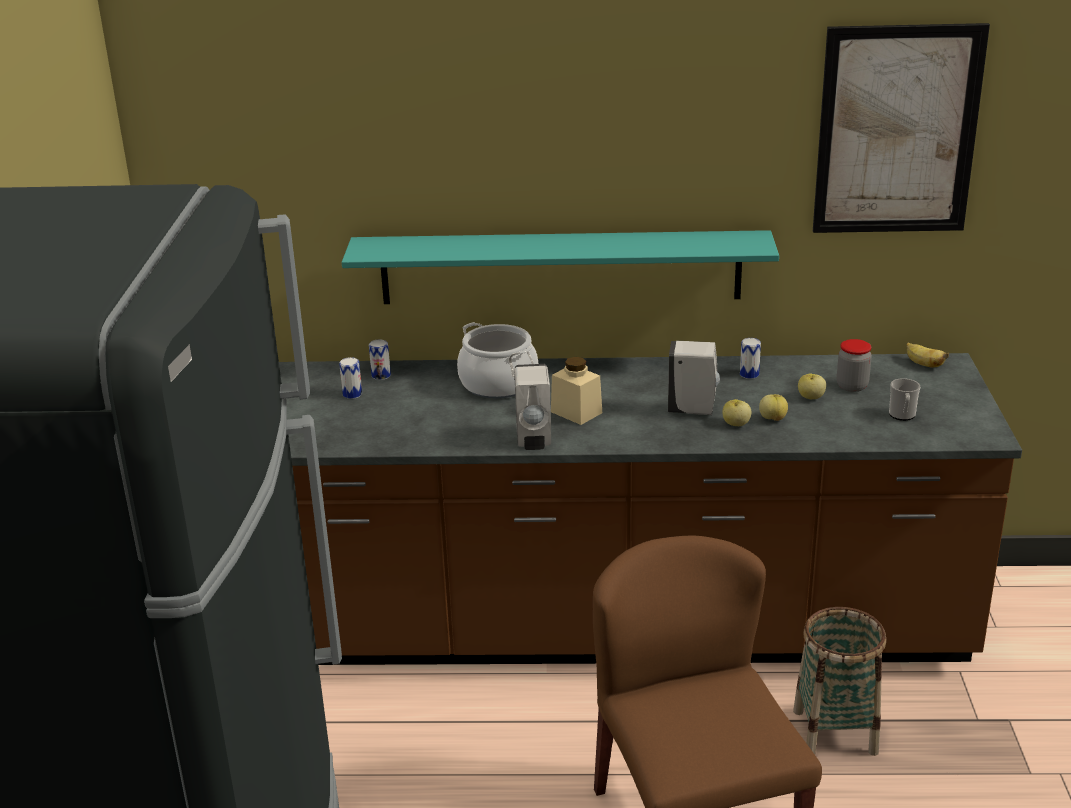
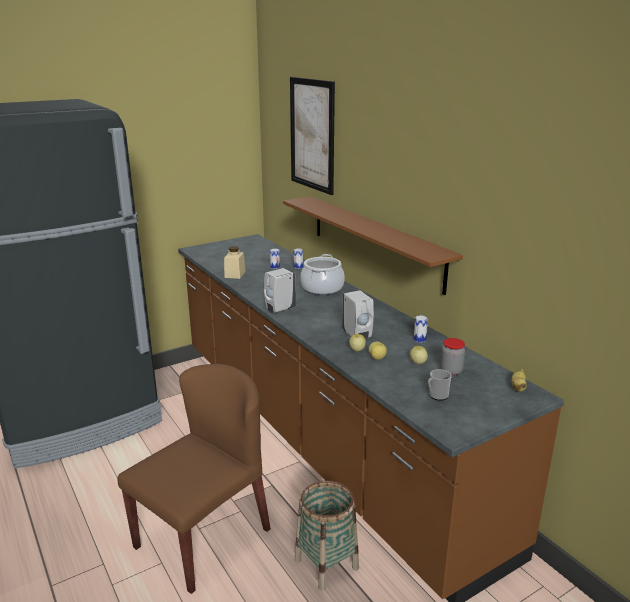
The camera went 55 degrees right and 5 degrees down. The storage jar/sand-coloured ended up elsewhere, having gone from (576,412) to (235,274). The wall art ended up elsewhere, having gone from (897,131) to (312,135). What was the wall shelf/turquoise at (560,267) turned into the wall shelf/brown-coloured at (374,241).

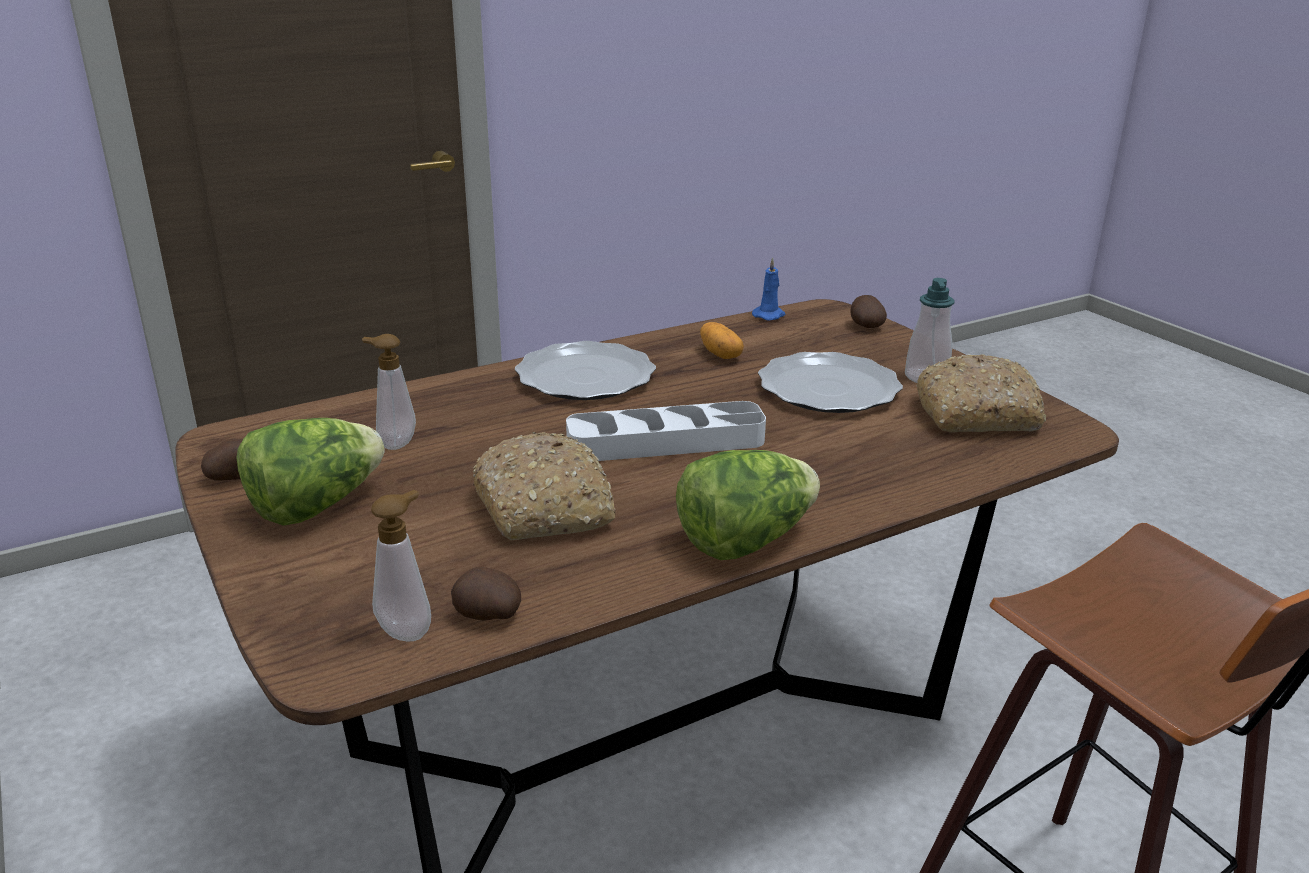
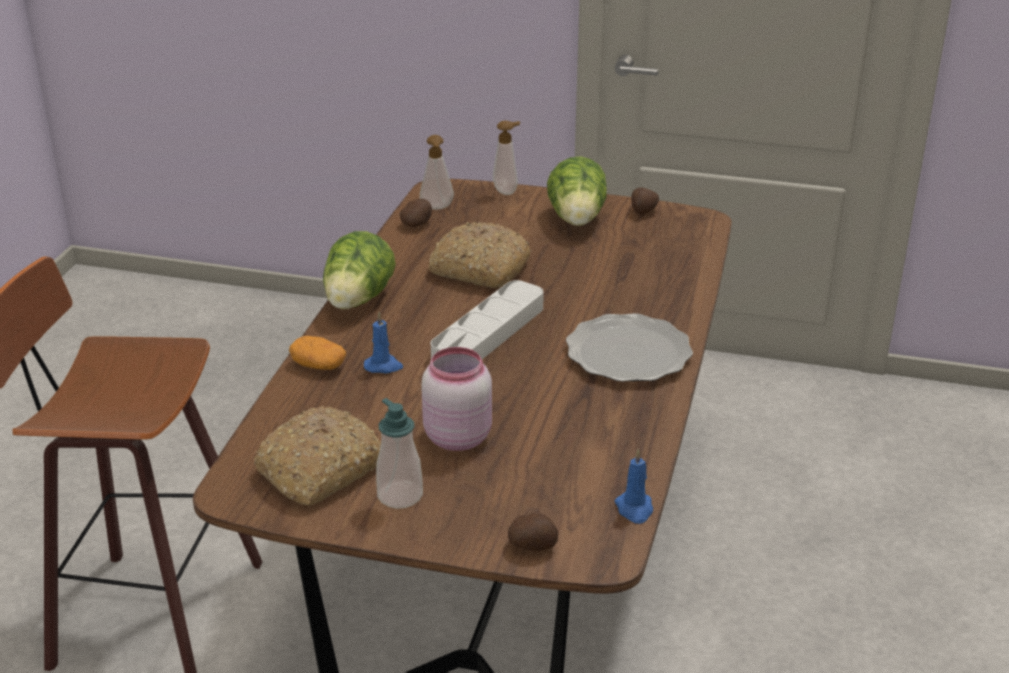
The camera went 135 degrees right and 5 degrees up. The second view gained the candle/blue at (383,366). The soap bottle ended up elsewhere, having gone from (394,443) to (507,191). The spud ended up elsewhere, having gone from (721,354) to (318,366). Where the dinner plate stood at (828,389), the storage jar/pink-coloured came to stand at (456,436).

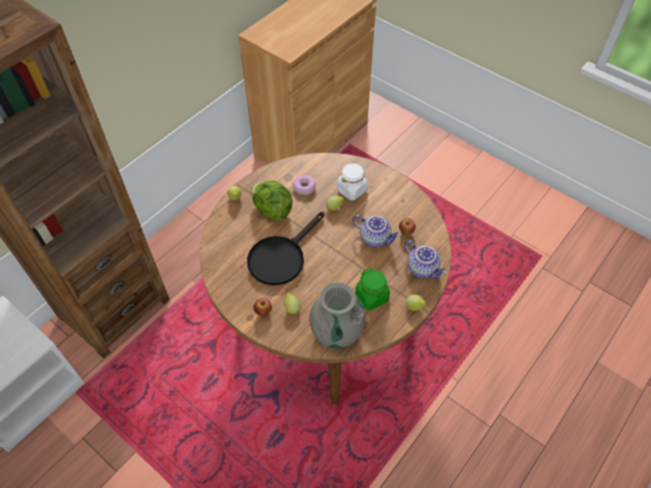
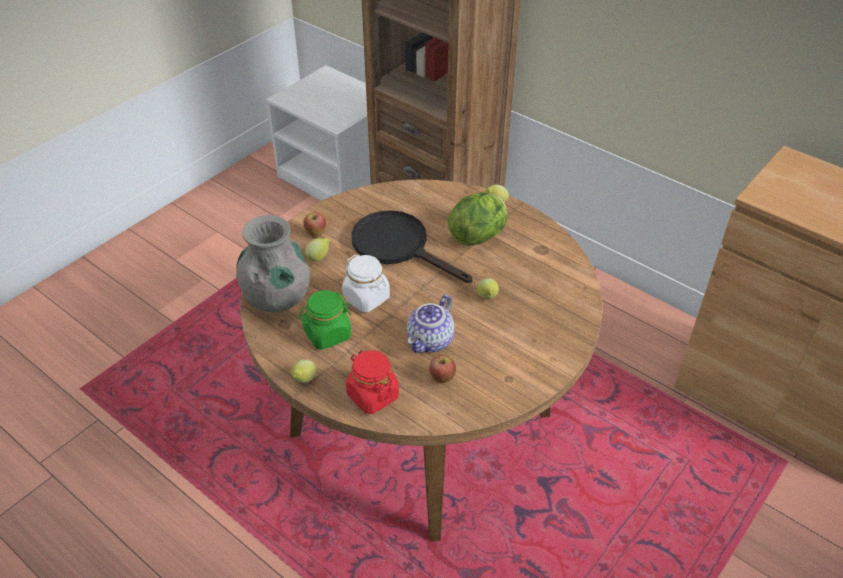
The camera went 90 degrees right and 10 degrees down. The second view lost the doughnut at (304,187). The storage jar/white ended up elsewhere, having gone from (351,190) to (366,298). Where the teapot stood at (423,268), the storage jar/red came to stand at (372,395).

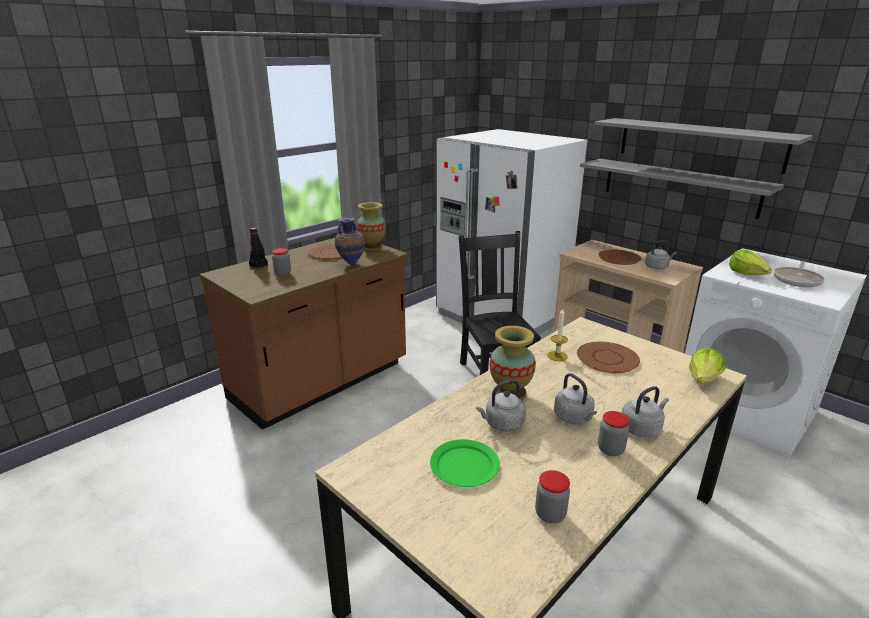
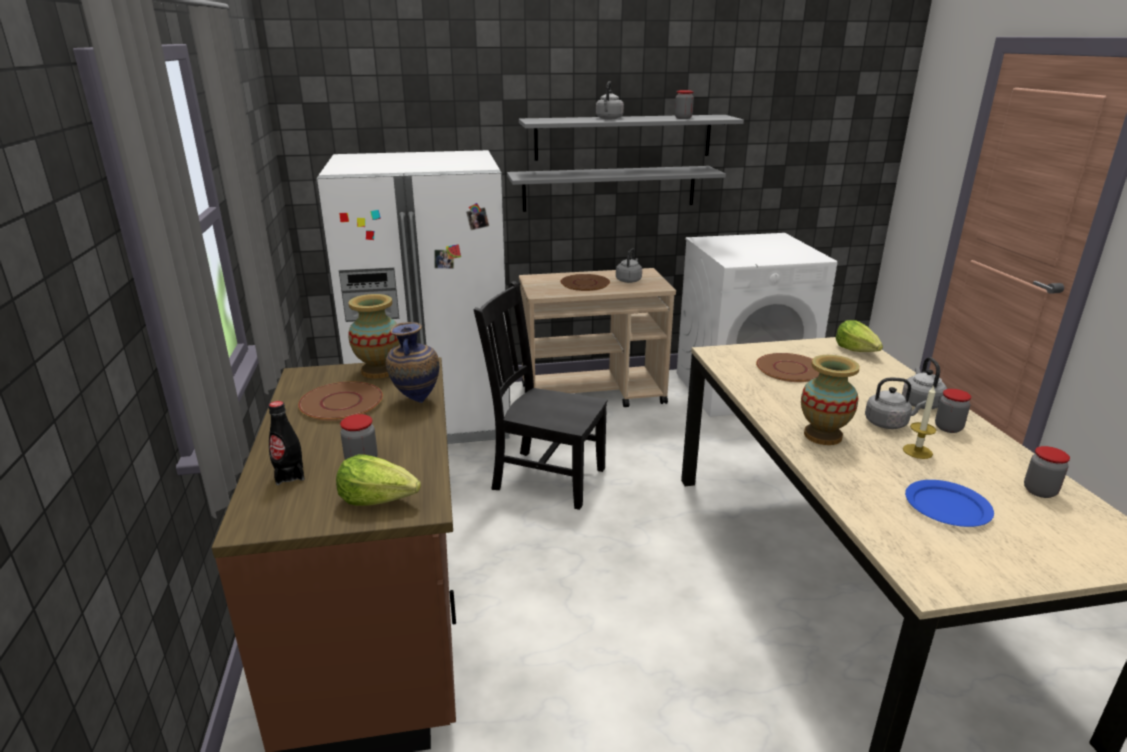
The camera went 55 degrees left and 0 degrees up. The second view lost the frying pan at (797,280). The second view gained the storage jar at (683,118). The tea kettle/grey ended up elsewhere, having gone from (502,424) to (609,118). The candle ended up elsewhere, having gone from (557,356) to (917,451). The head of lettuce ended up elsewhere, having gone from (747,274) to (378,499). What was the dinner plate/green-coloured at (464,465) turned into the dinner plate/blue at (946,506).

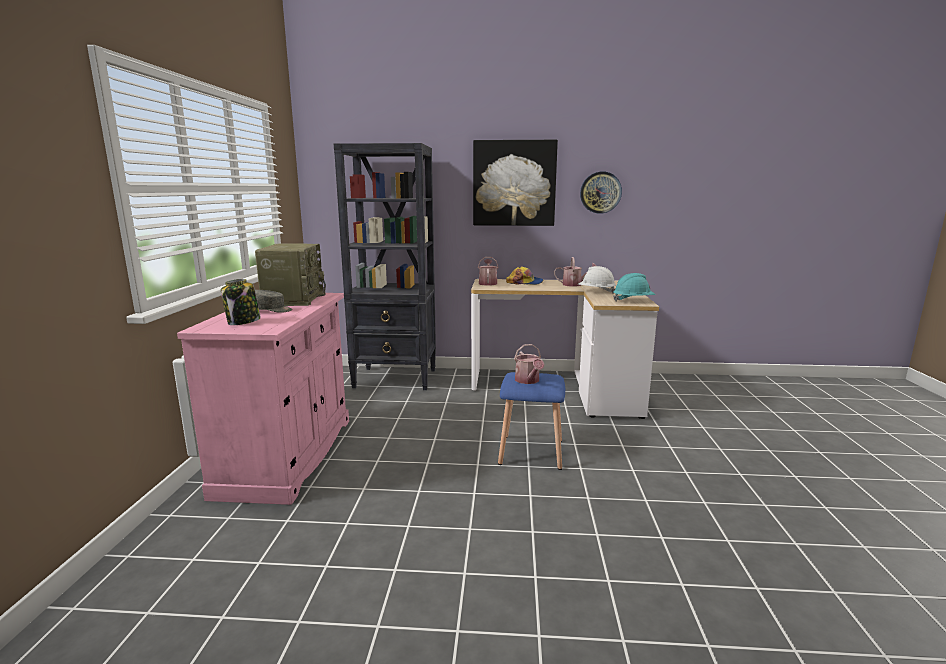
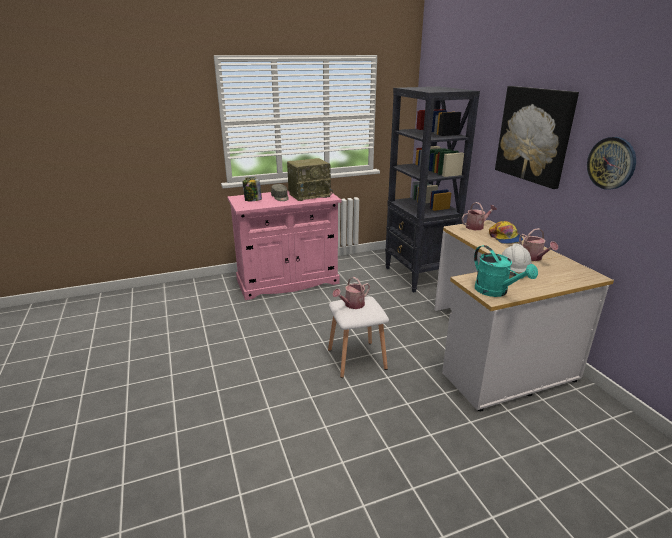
The camera went 65 degrees right and 10 degrees up. Where the work helmet/turquoise stood at (633,301), the watering pot/turquoise came to stand at (496,292). What was the sitting stool/blue at (529,452) turned into the sitting stool/white at (356,358).

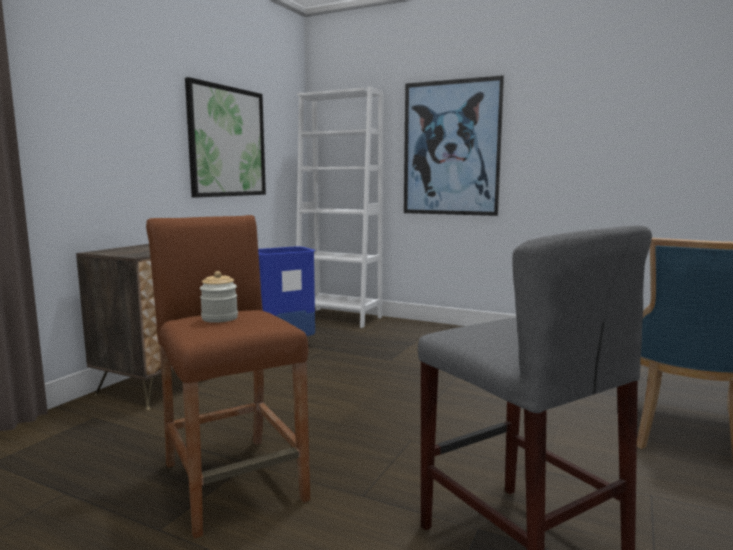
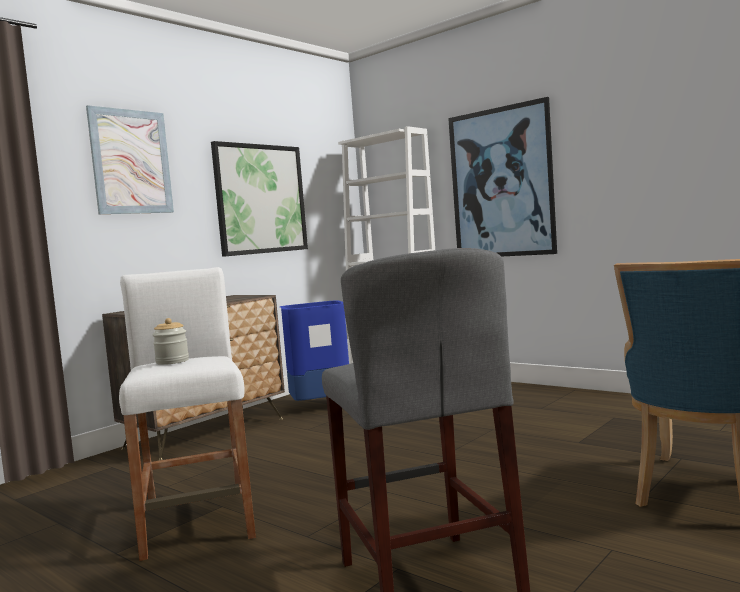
The camera went 15 degrees right and 5 degrees down. The second view gained the wall art at (131,162). What was the sitting stool/brown-coloured at (233,481) turned into the sitting stool/white at (198,520).

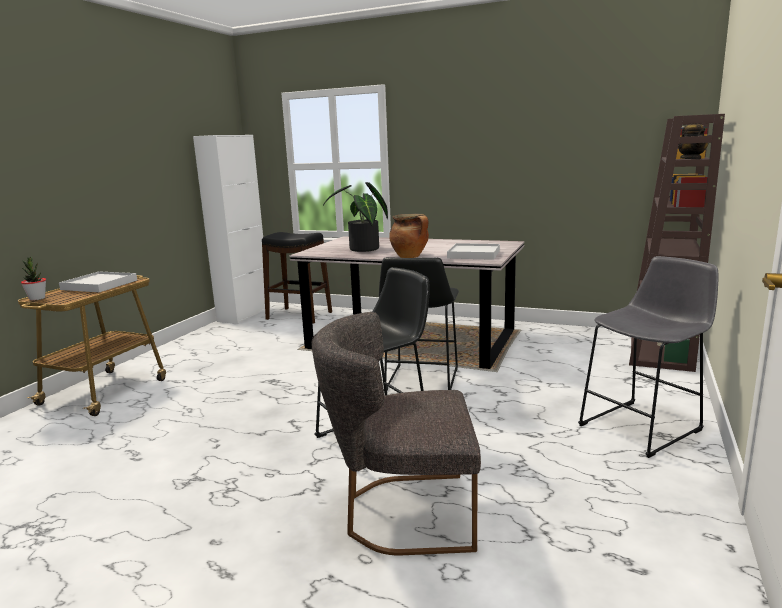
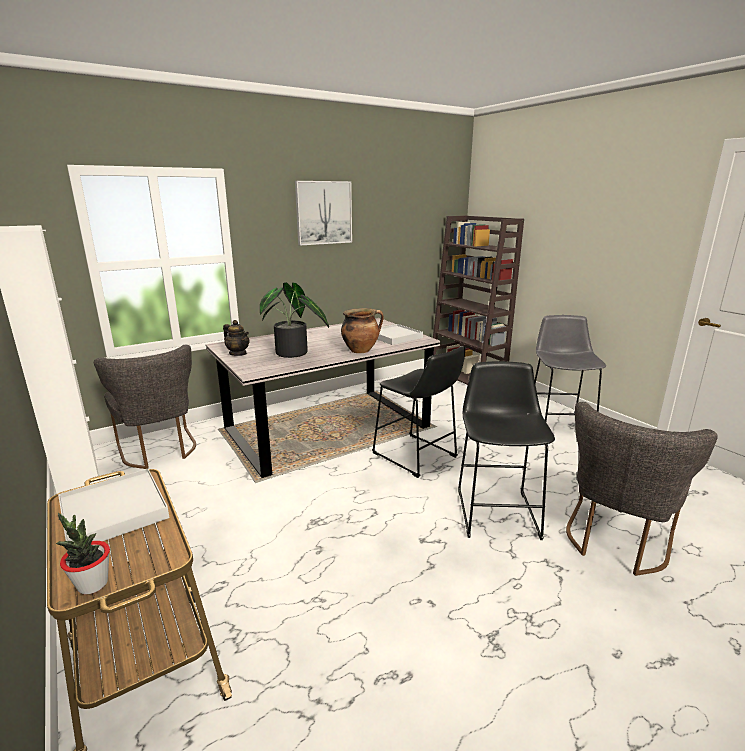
The camera went 55 degrees left and 5 degrees up. The second view gained the wall art at (323,213). The teapot ended up elsewhere, having gone from (691,159) to (238,353). Where the sitting stool/blackish stood at (299,315), the chair/grey came to stand at (159,451).

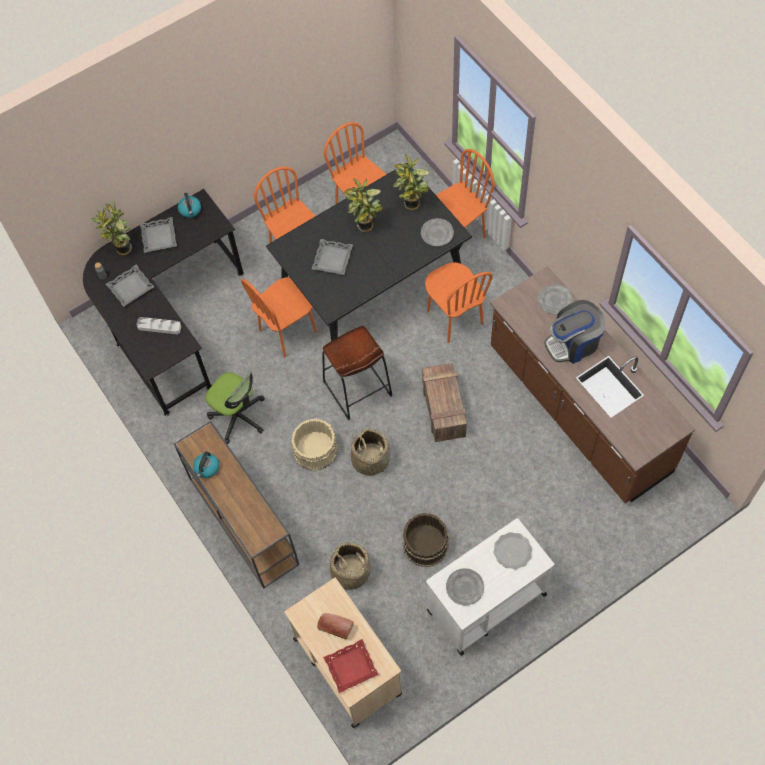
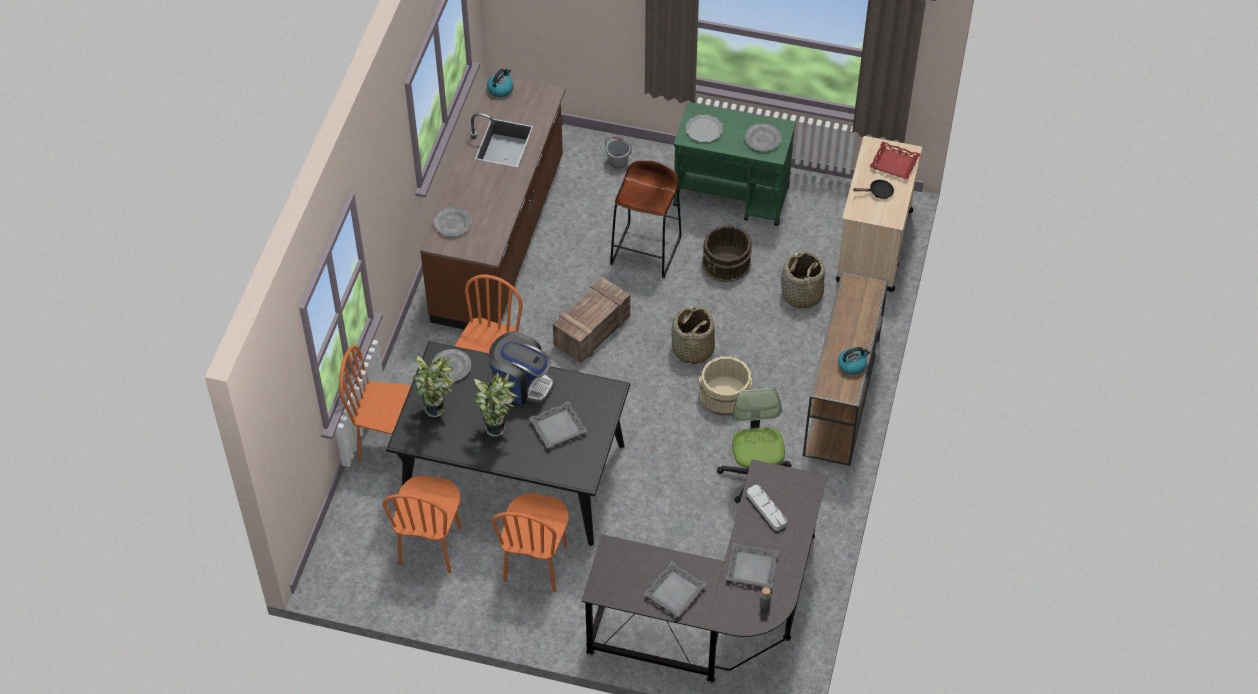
The camera went 135 degrees left and 10 degrees down. The second view lost the potted plant at (122,250). The second view lost the chair/orange at (288,331). The second view gained the water bucket/grey at (618,162). The tea kettle ended up elsewhere, having gone from (190,210) to (500,89). The sitting stool/brown-coloured ended up elsewhere, having gone from (357,389) to (646,251). The coffee machine ended up elsewhere, having gone from (573,343) to (521,383). Where the baked bread stood at (334,627), the frying pan/blackish came to stand at (878,192). What was the trolley/white at (485,603) turned into the trolley/green-coloured at (732,196).

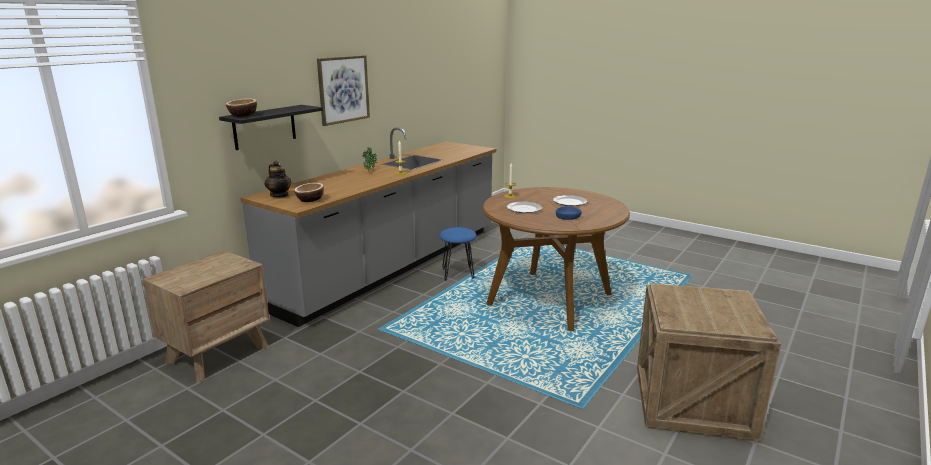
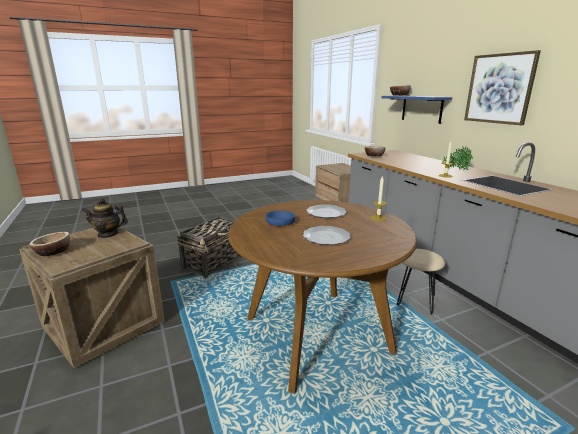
The camera went 120 degrees right and 0 degrees up. The second view gained the serving bowl at (53,252). The second view gained the household basket at (214,262). The teapot ended up elsewhere, having gone from (279,195) to (108,234). What was the wall shelf/blackish at (264,127) turned into the wall shelf/blue at (421,109). What was the sitting stool/blue at (458,274) turned into the sitting stool/sand-coloured at (416,301).

